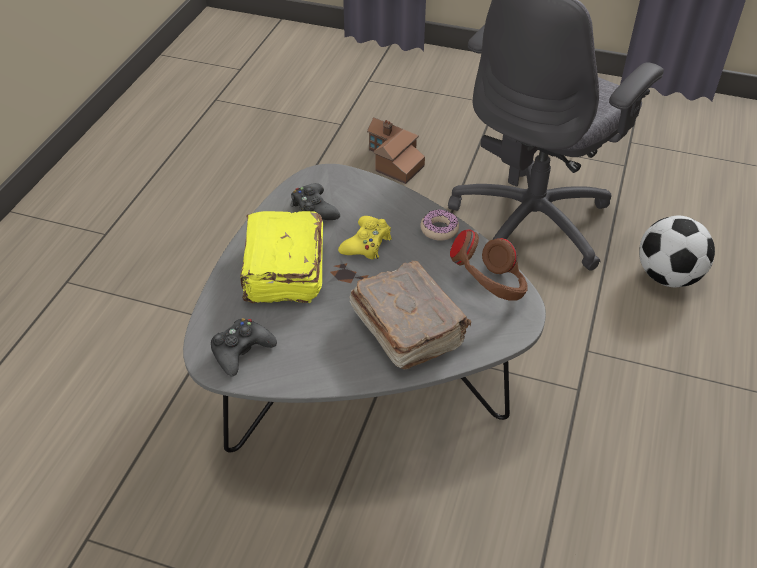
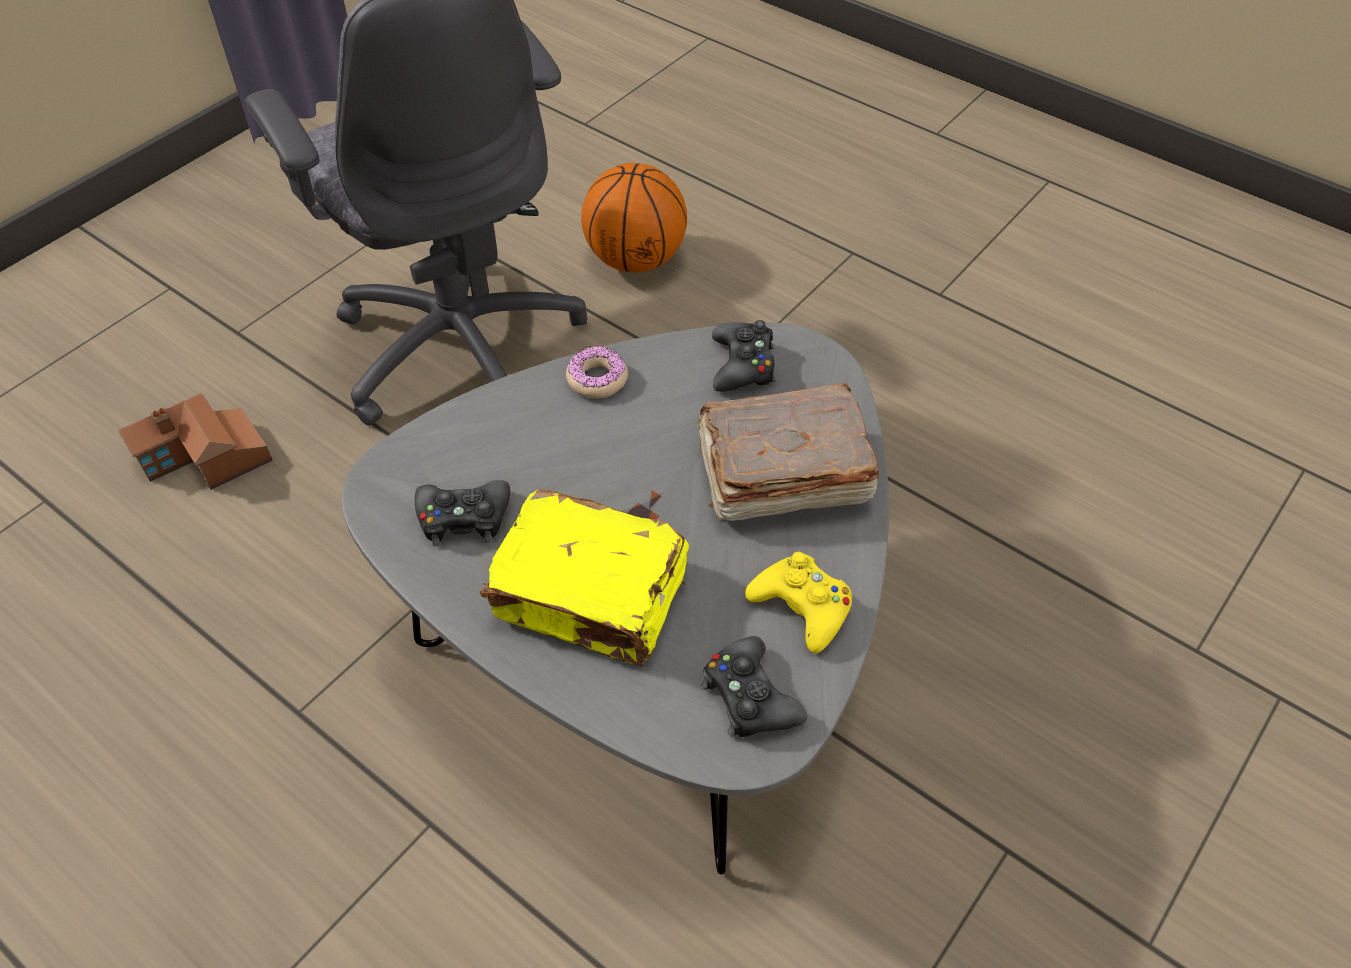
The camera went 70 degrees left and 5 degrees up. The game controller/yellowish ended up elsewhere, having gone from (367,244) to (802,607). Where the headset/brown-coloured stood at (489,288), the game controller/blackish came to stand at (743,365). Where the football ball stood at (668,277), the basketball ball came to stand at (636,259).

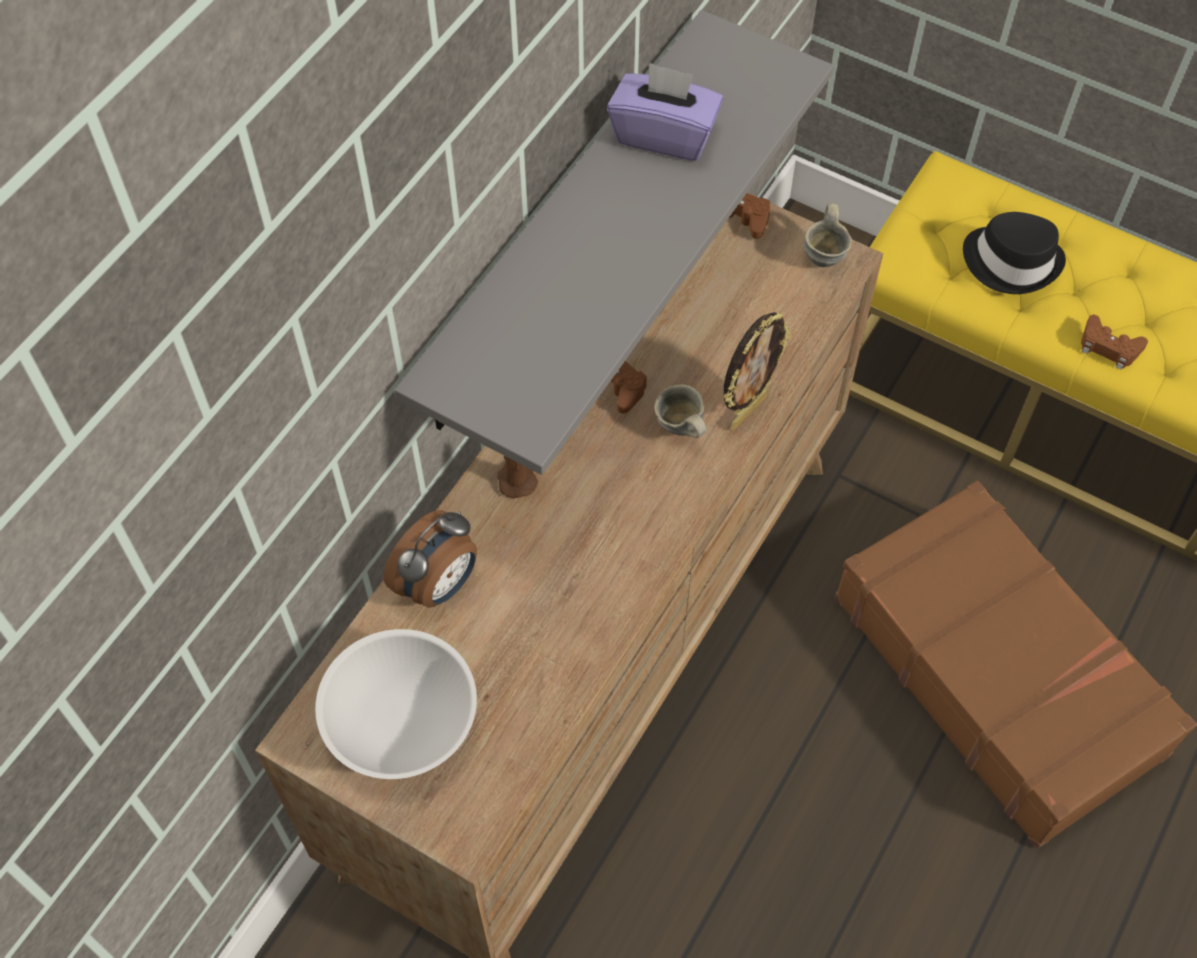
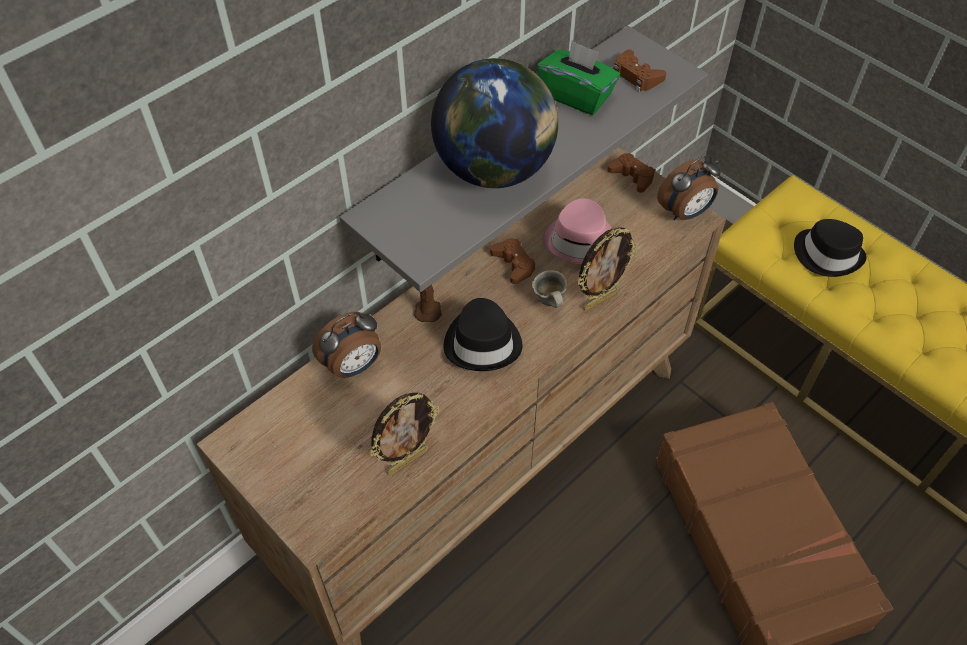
The camera went 15 degrees right and 5 degrees down. The second view lost the serving bowl/white at (403,724). The second view gained the photo frame at (407,461). The second view gained the desk globe at (495,169). The second view gained the hat/blackish at (483,342). The second view gained the hat/pink-coloured at (580,240). The game controller/brown-coloured ended up elsewhere, having gone from (1109,347) to (636,76). Where the coffee mug/grey stood at (826,256), the bedside clock came to stand at (685,213). What was the box of tissues/purplish at (664,135) turned into the box of tissues/green-coloured at (576,95).

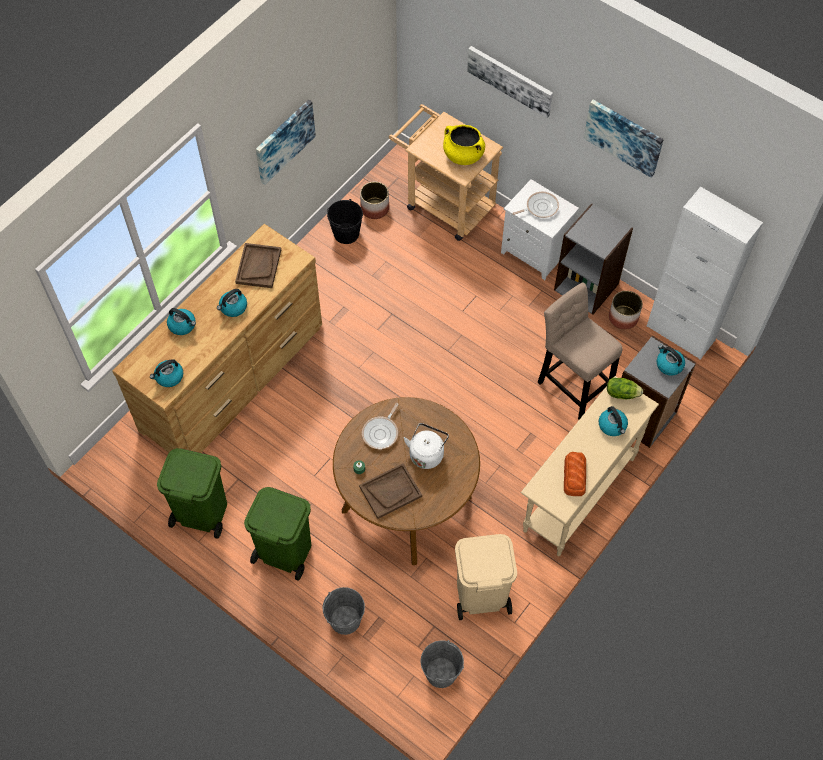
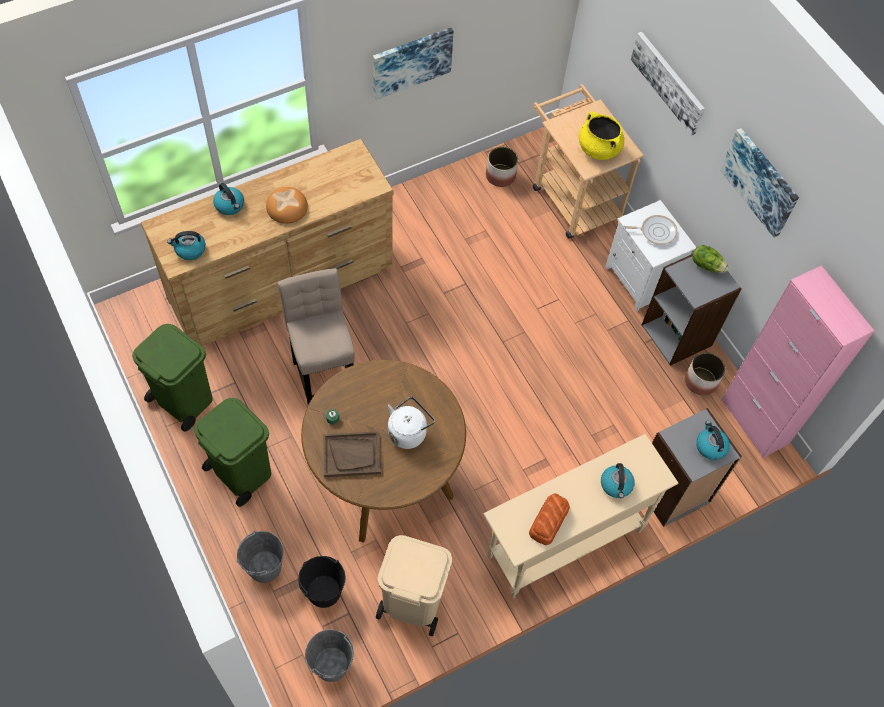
The camera went 20 degrees right and 0 degrees up. The second view lost the carrying tray/brown-coloured at (258,266). The second view lost the frying pan at (381,432). The water bucket/blackish ended up elsewhere, having gone from (346,233) to (324,591). The sitting stool/sand-coloured ended up elsewhere, having gone from (571,385) to (324,379). The head of lettuce ended up elsewhere, having gone from (622,393) to (706,265). Where the tea kettle stood at (233,307), the baked bread came to stand at (287,207). What was the cupboard/white at (680,333) turned into the cupboard/pink-coloured at (754,422).

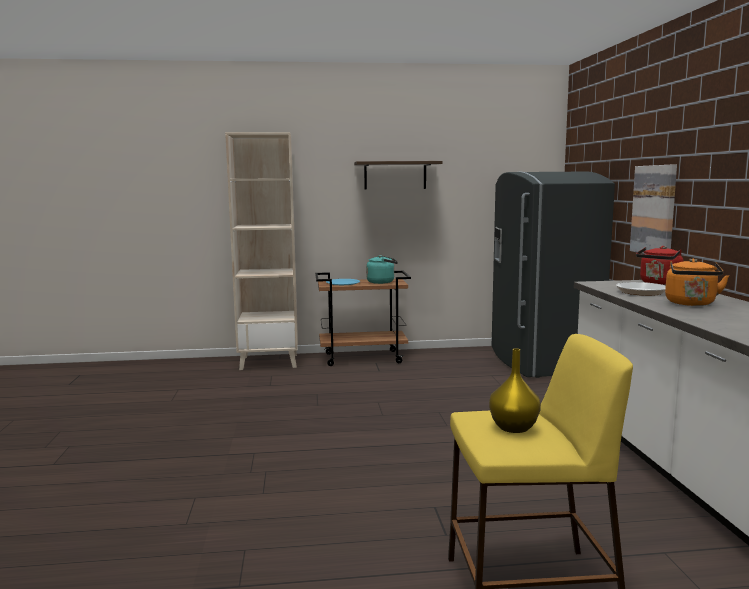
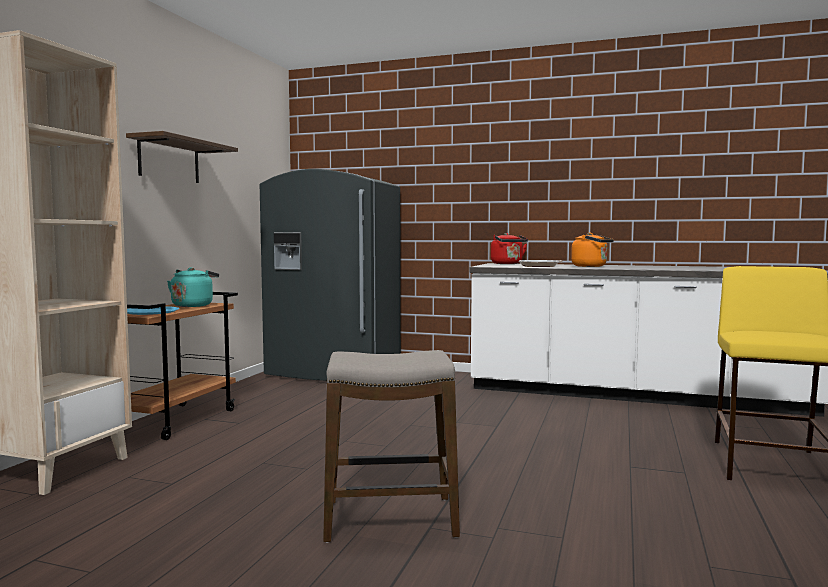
The camera went 65 degrees left and 5 degrees down. The second view lost the flower vase/yellowish at (514,427). The second view lost the wall art at (654,210). The second view gained the sitting stool at (390,519).

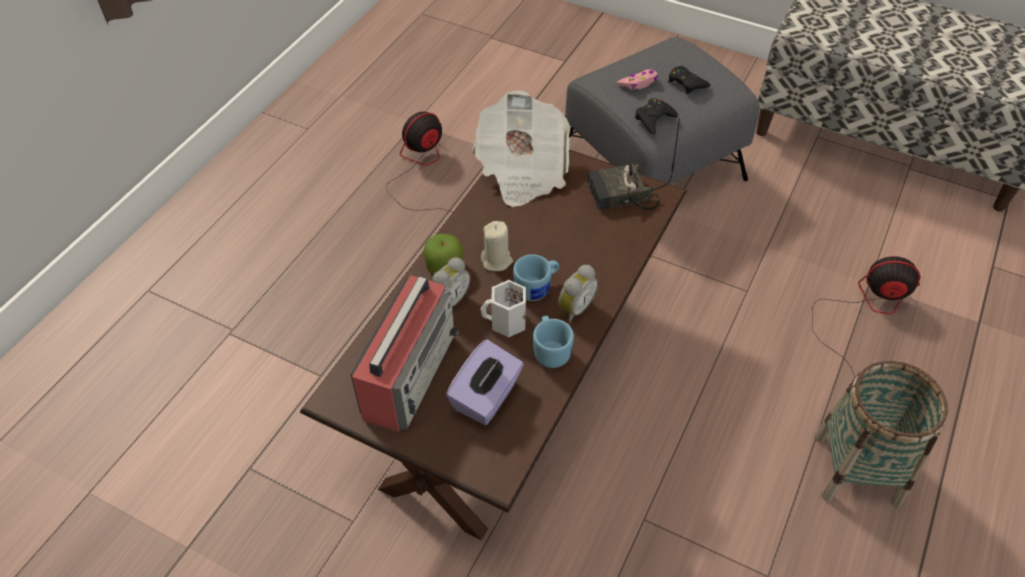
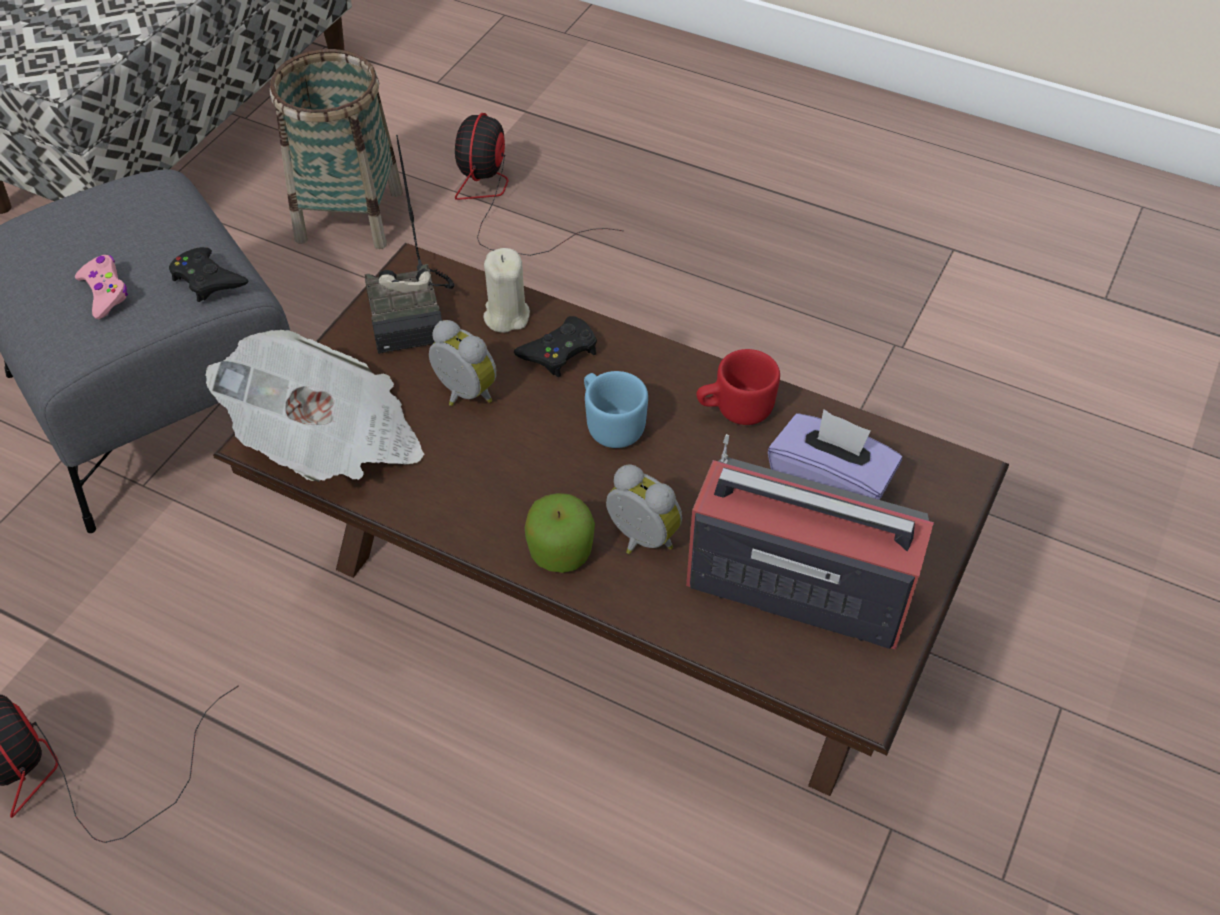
The camera went 90 degrees left and 0 degrees up. The second view lost the coffee mug/white at (507,323). The candle/sand-coloured ended up elsewhere, having gone from (497,260) to (506,316). The bedside clock ended up elsewhere, having gone from (574,308) to (463,395). The game controller/blackish ended up elsewhere, having gone from (686,83) to (559,352). The household basket ended up elsewhere, having gone from (856,469) to (350,216). What was the coffee mug/blue at (551,350) turned into the coffee mug/red at (734,409).

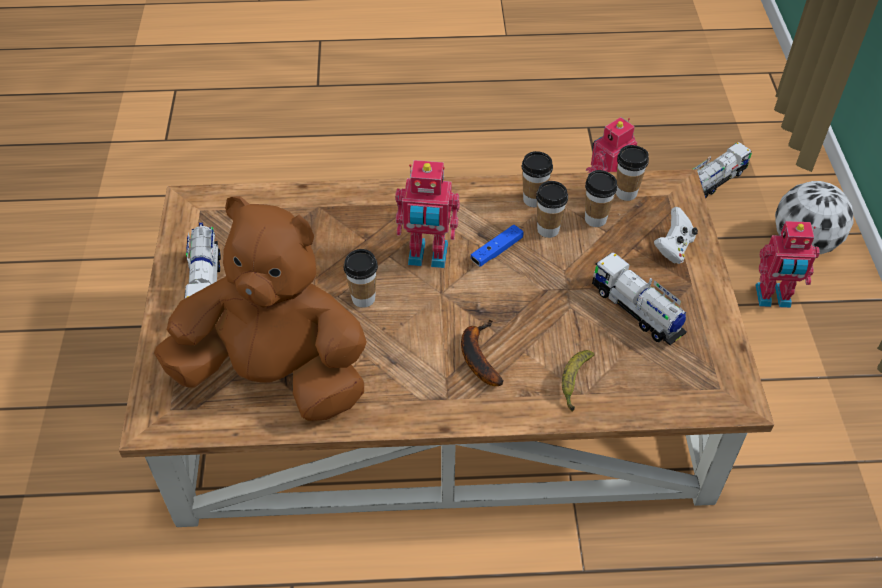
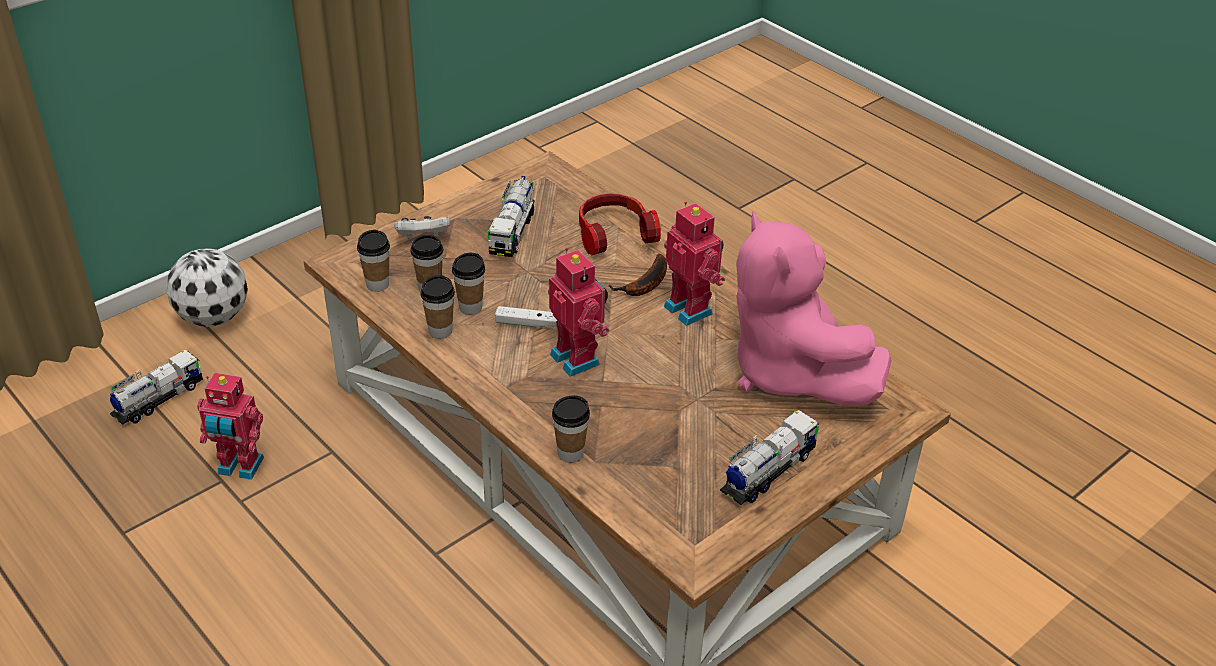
The camera went 130 degrees left and 10 degrees down. The cup ended up elsewhere, having gone from (363,298) to (570,453). The robot figure ended up elsewhere, having gone from (773,298) to (690,308). Where the banana fruit stood at (574,382), the headset came to stand at (613,234). What was the cuddly toy/brown-coloured at (277,375) turned into the cuddly toy/pink-coloured at (789,372). What was the game controller/blue at (496,251) turned into the game controller/white at (527,323). The toy truck at (714,181) ended up facing another way, 120 degrees clockwise from before.

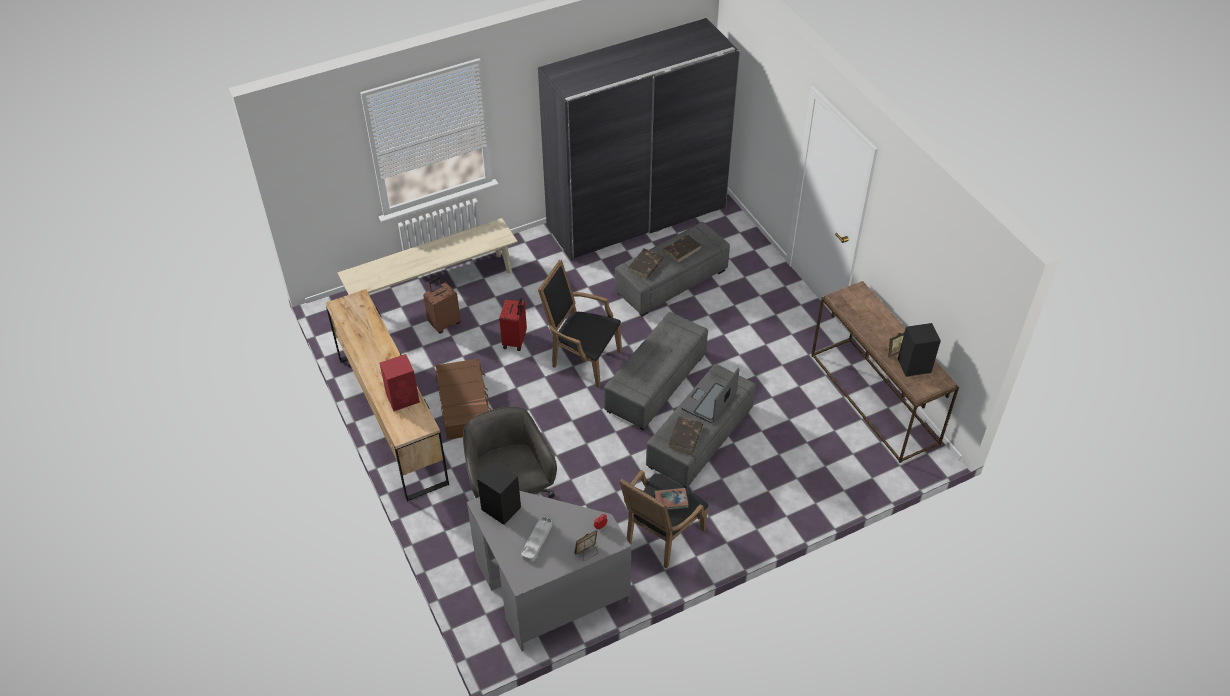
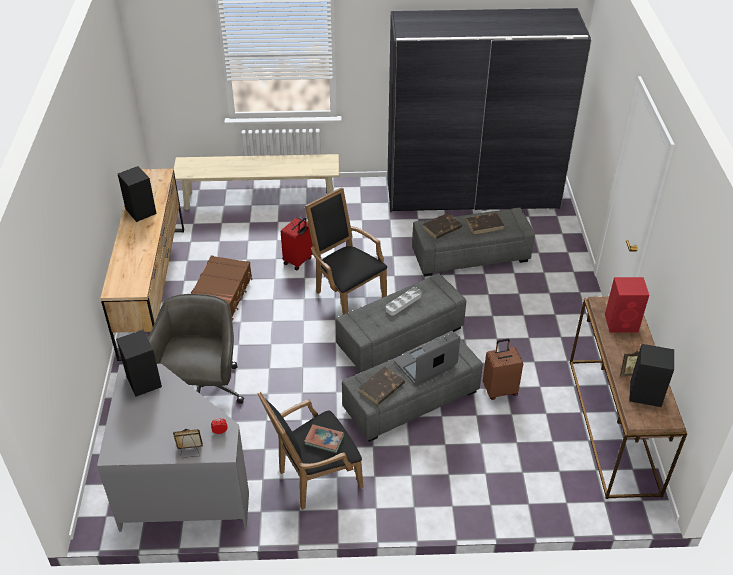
The camera went 25 degrees right and 5 degrees down. The second view gained the audio speaker/blackish at (141,212). The audio speaker/red ended up elsewhere, having gone from (403,398) to (622,323). The travel case/brown-coloured ended up elsewhere, having gone from (444,323) to (499,390). The carrying tray/grey ended up elsewhere, having gone from (537,541) to (403,303).

